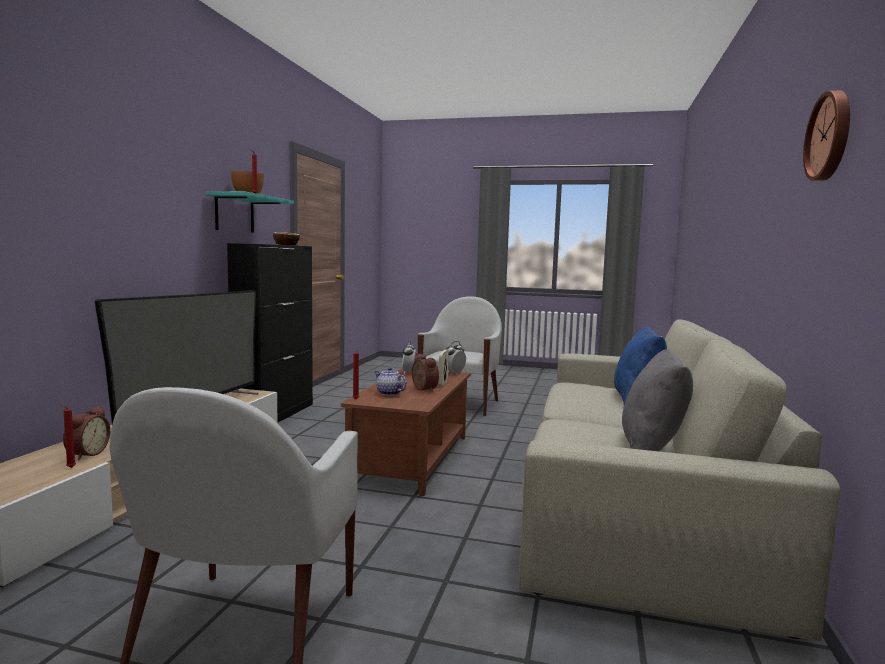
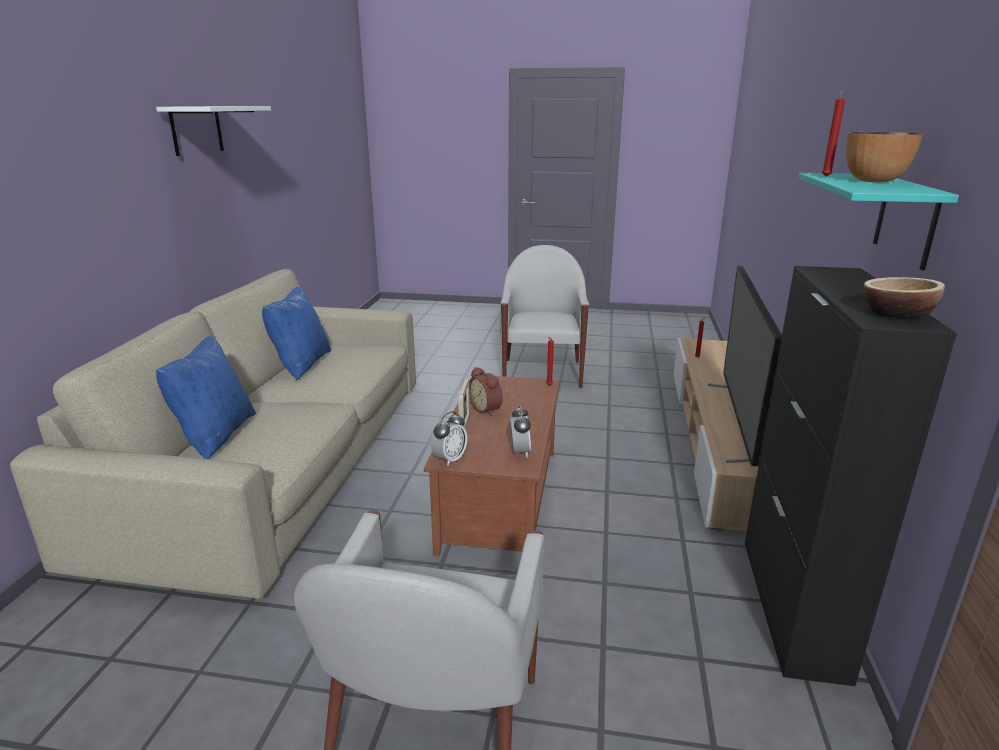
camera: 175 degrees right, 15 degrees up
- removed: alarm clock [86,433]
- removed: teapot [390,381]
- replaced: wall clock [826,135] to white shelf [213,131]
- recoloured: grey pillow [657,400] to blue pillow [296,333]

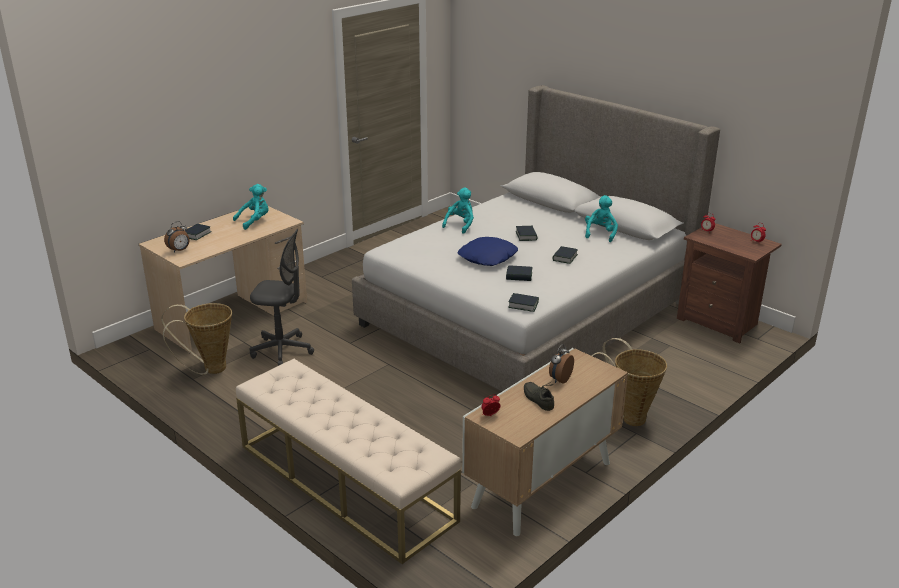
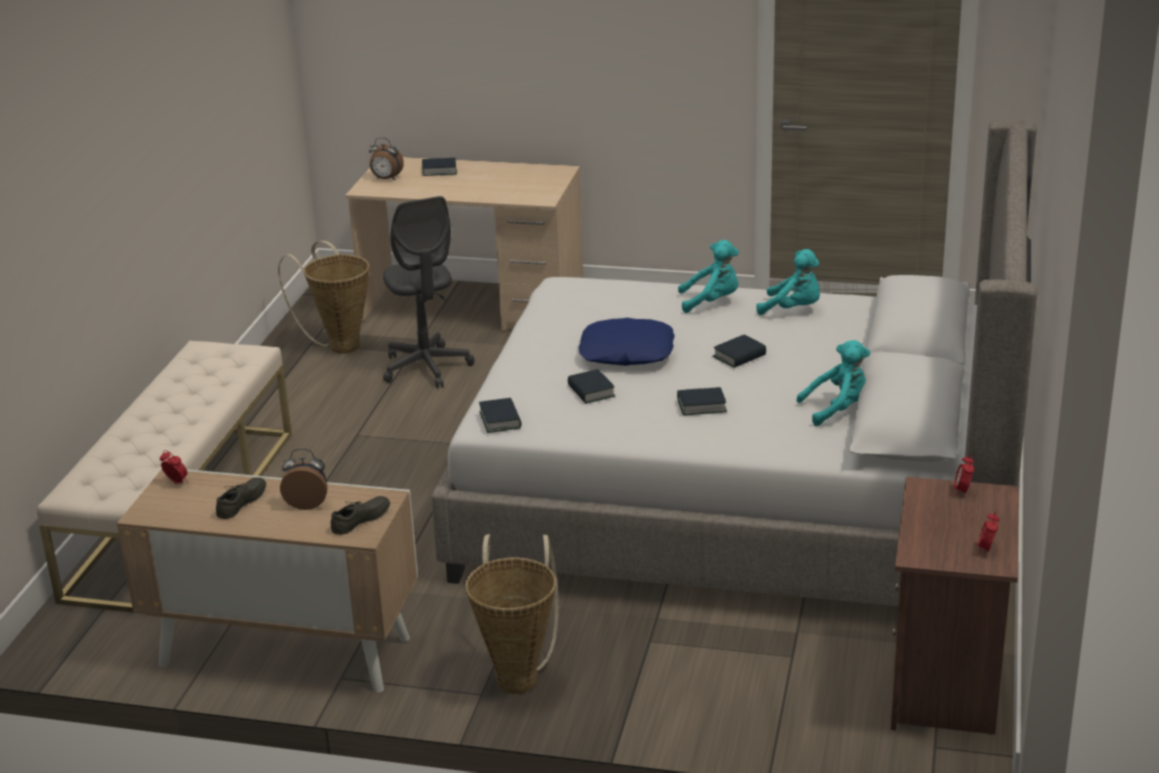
camera: 60 degrees right, 0 degrees up
- added: grey shoe [360,515]
- moved: turquoise plush toy [251,207] to [788,282]

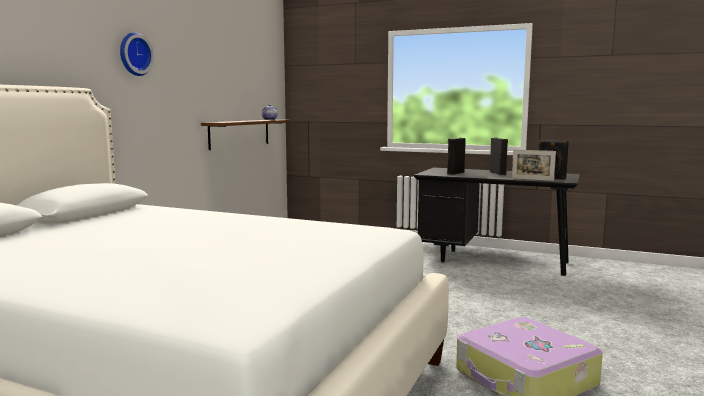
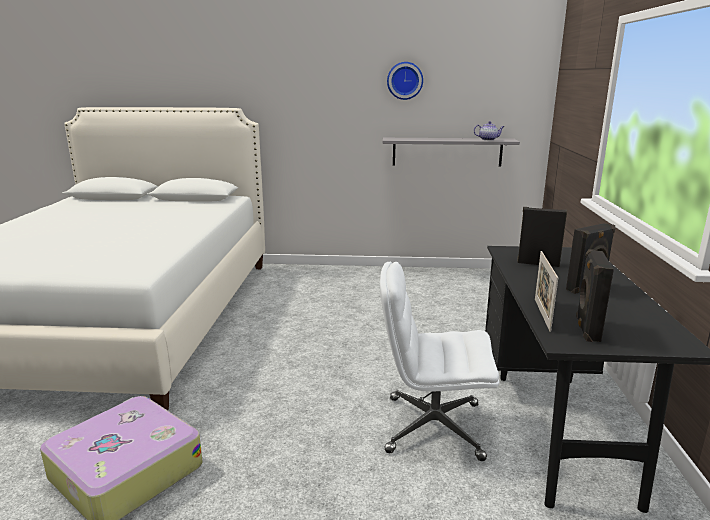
camera: 70 degrees right, 10 degrees up
- added: white office chair [440,361]
- moved: wall clock [137,54] to [405,81]
- recoloured: brown shelf [245,135] to grey shelf [451,152]

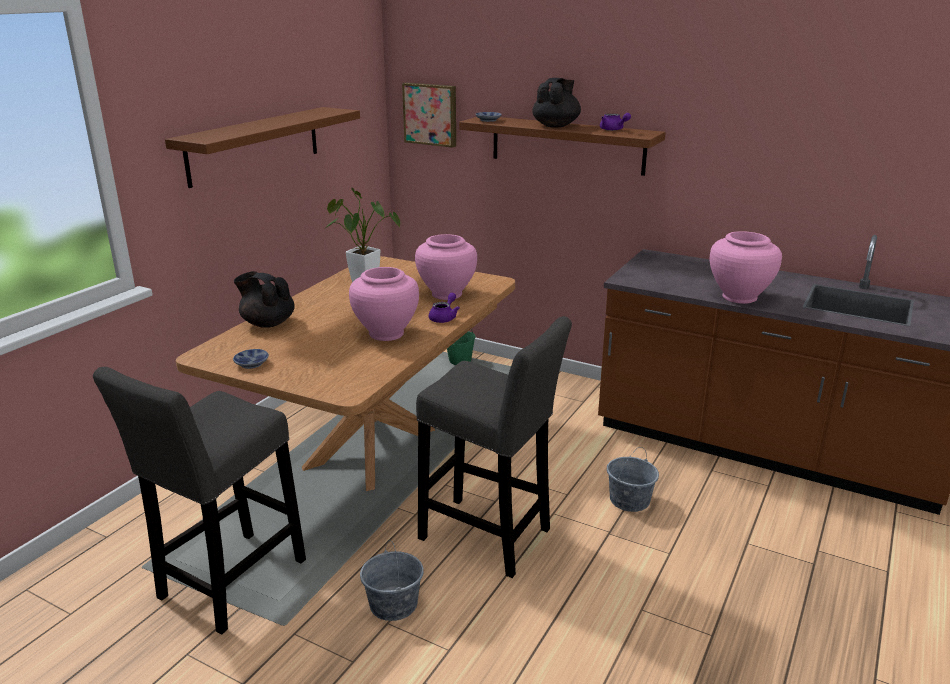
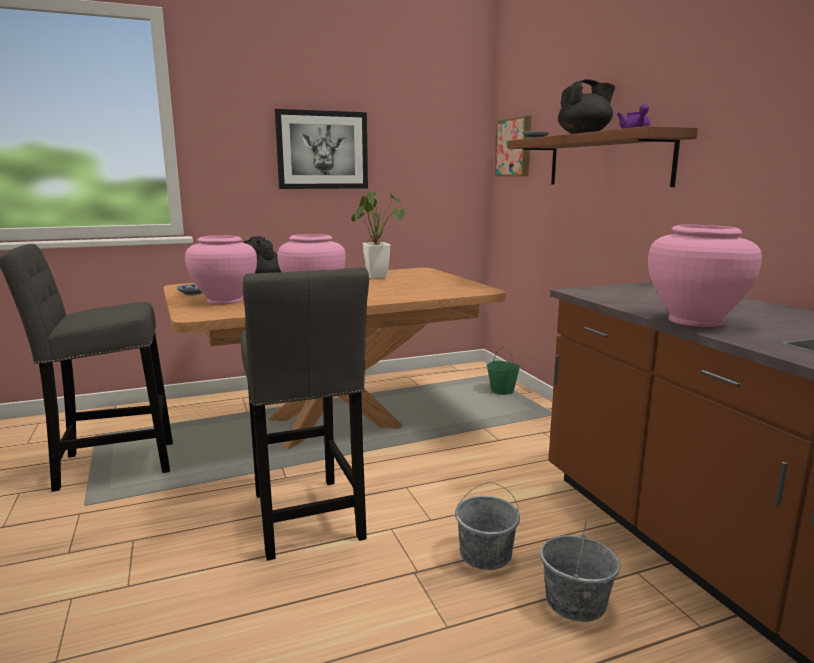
camera: 40 degrees right, 10 degrees down
- removed: purple teapot [444,308]
- moved: grey bucket [392,580] to [580,570]
- moved: pink vase [446,267] to [221,269]
- replaced: brown shelf [262,147] to picture [321,149]

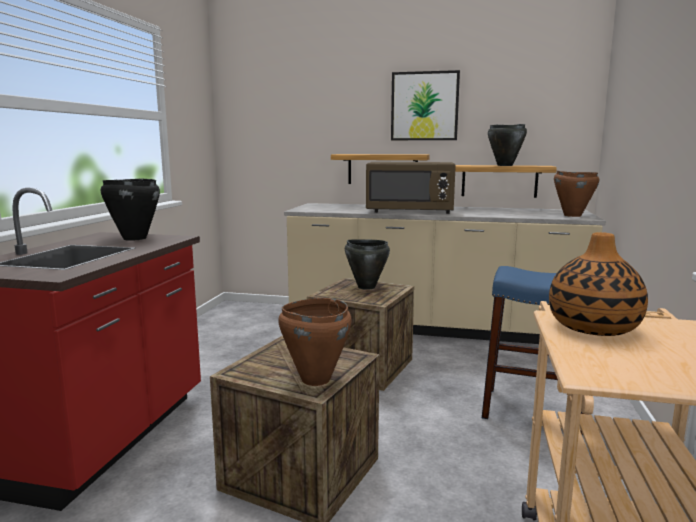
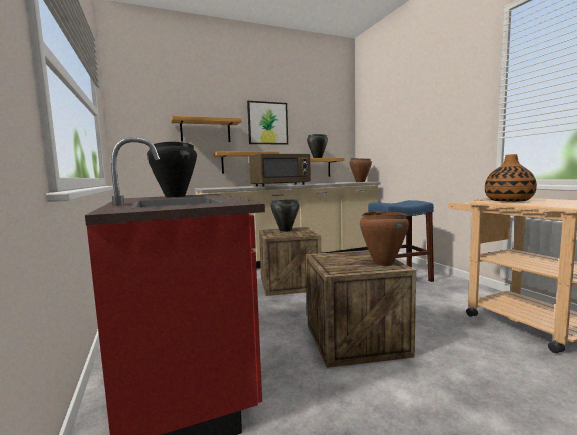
camera: 35 degrees left, 5 degrees down
- added: shelf [206,129]

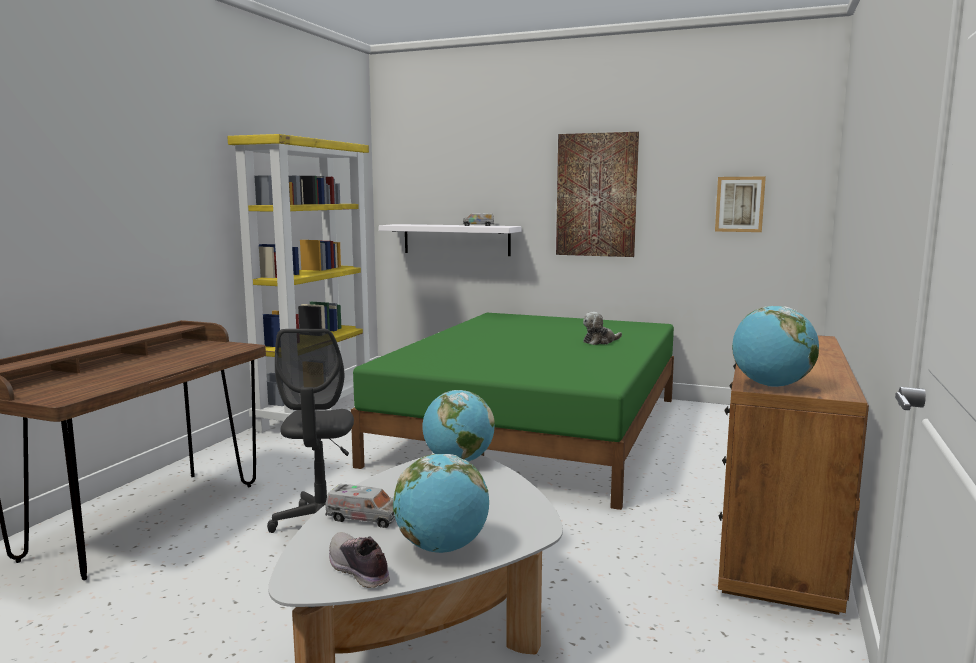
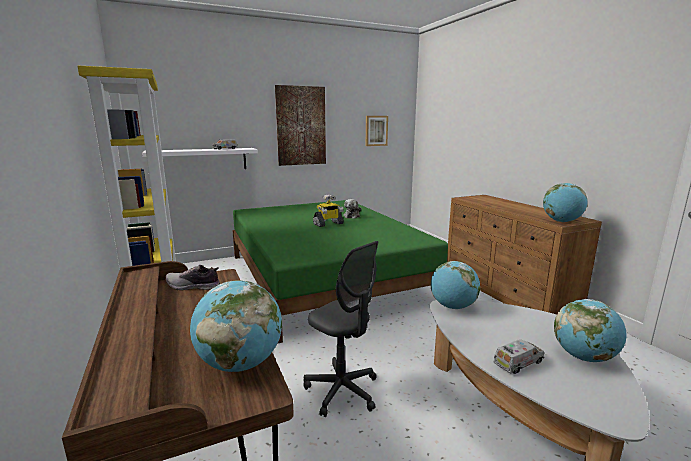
camera: 45 degrees left, 5 degrees up
- added: globe [236,326]
- added: toy robot [328,210]
- moved: shoe [359,560] to [192,277]

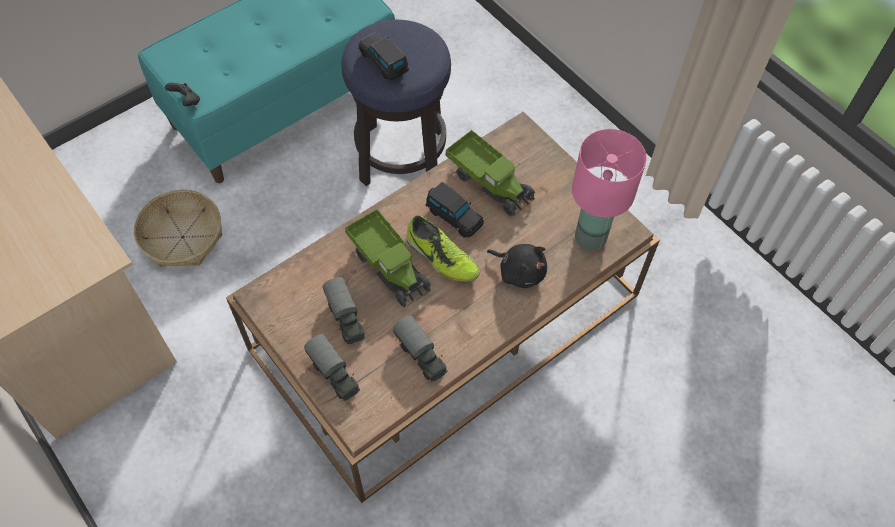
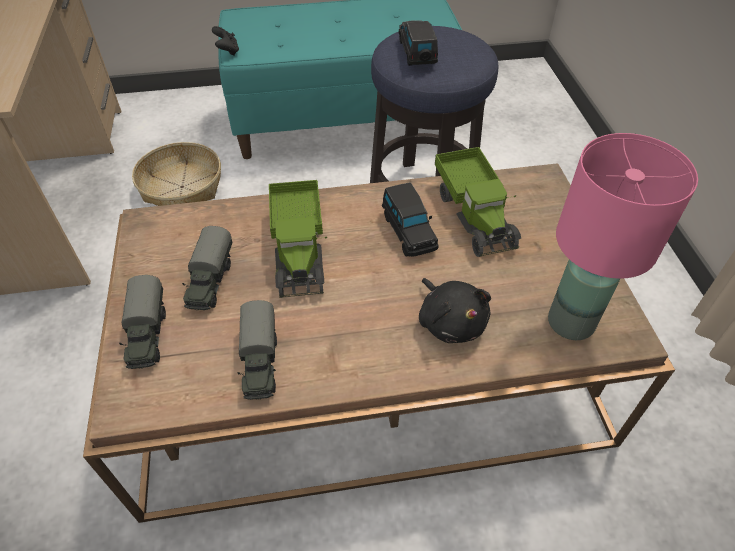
camera: 30 degrees right, 10 degrees down
- removed: shoe [443,249]

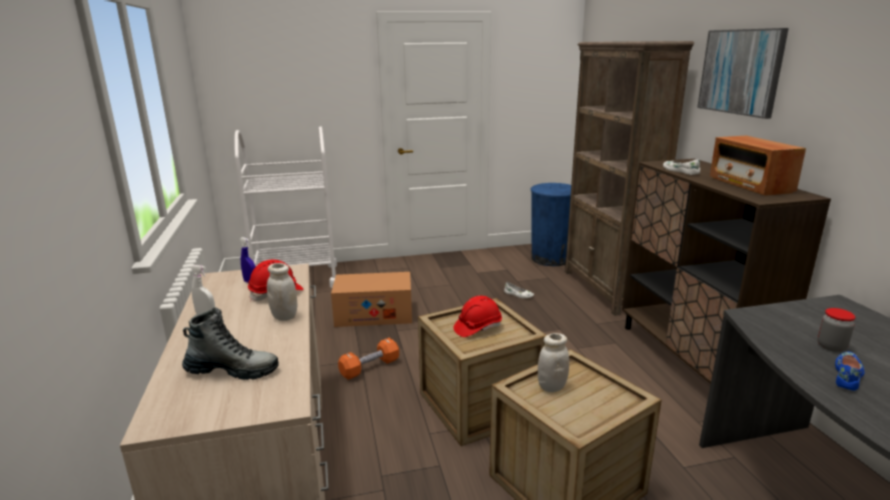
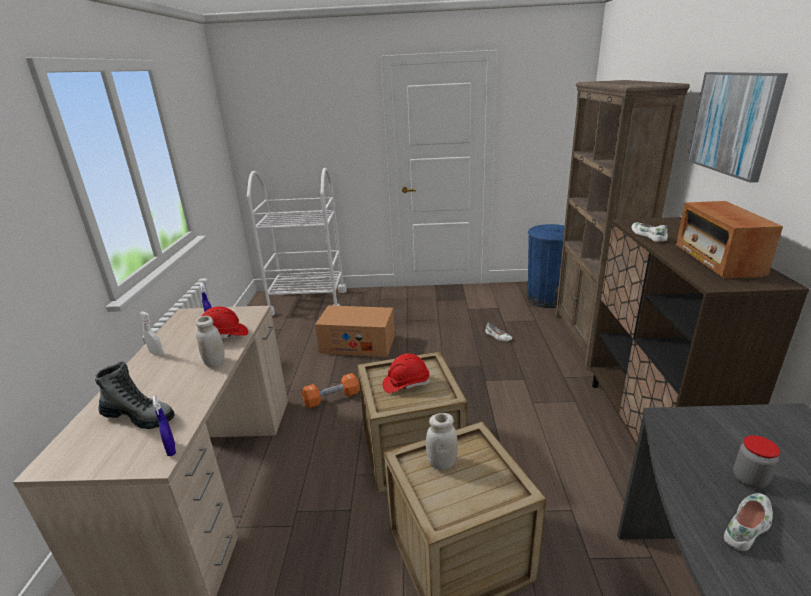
camera: 15 degrees right, 5 degrees up
- added: blue spray bottle [164,426]
- recoloured: blue shoe [850,371] to white shoe [748,522]

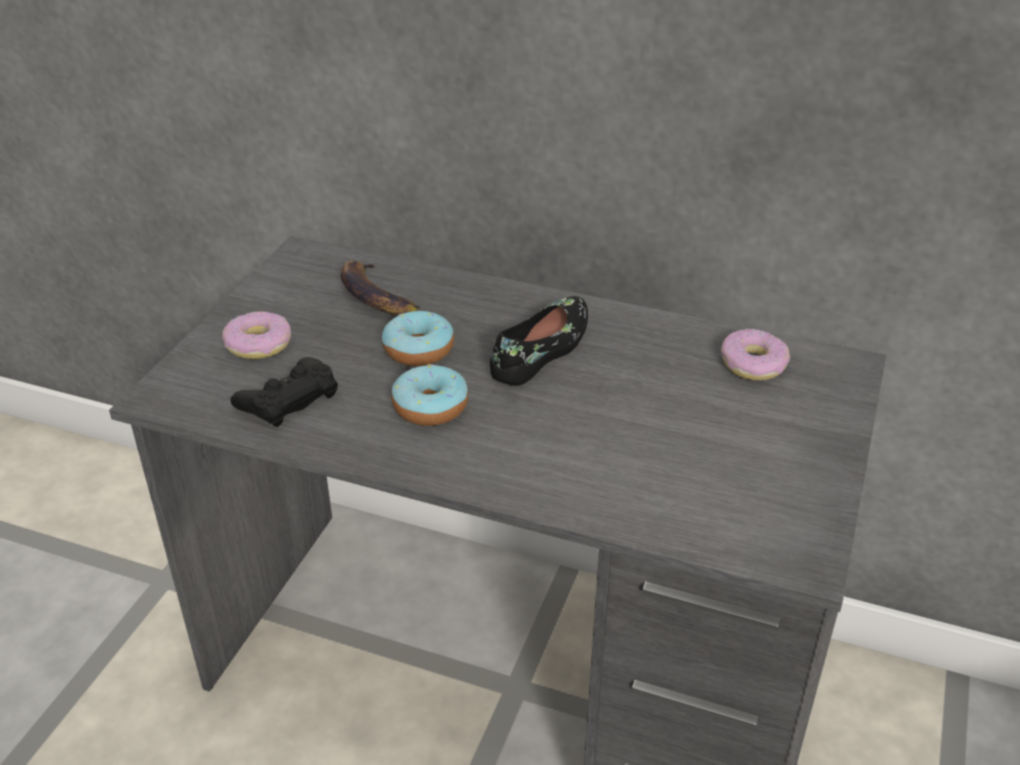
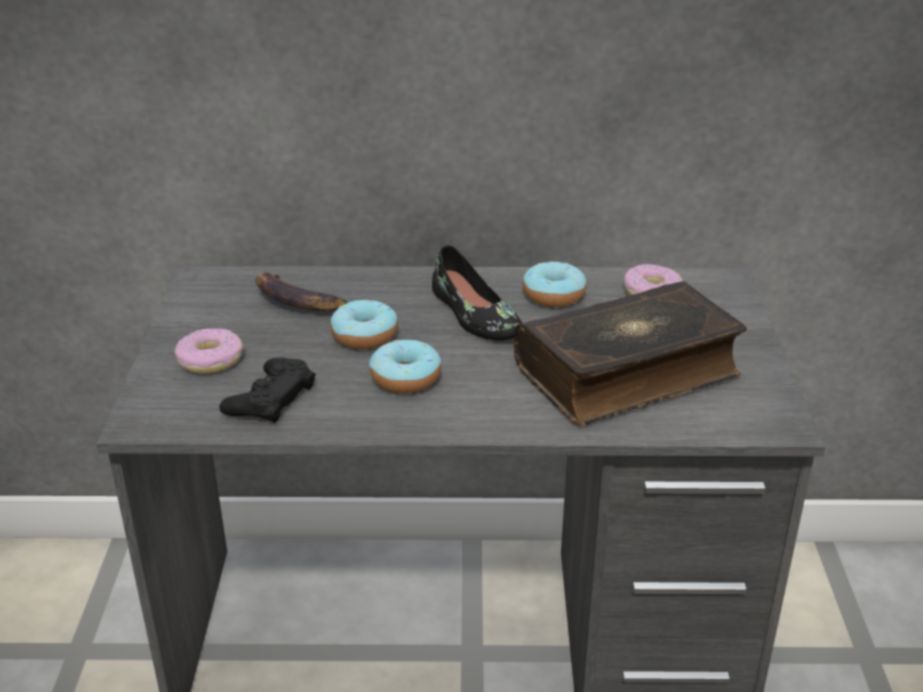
camera: 20 degrees left, 5 degrees down
- added: book [630,353]
- added: donut [554,284]
- turned: black shoe [539,341] = [477,293] 135 degrees clockwise

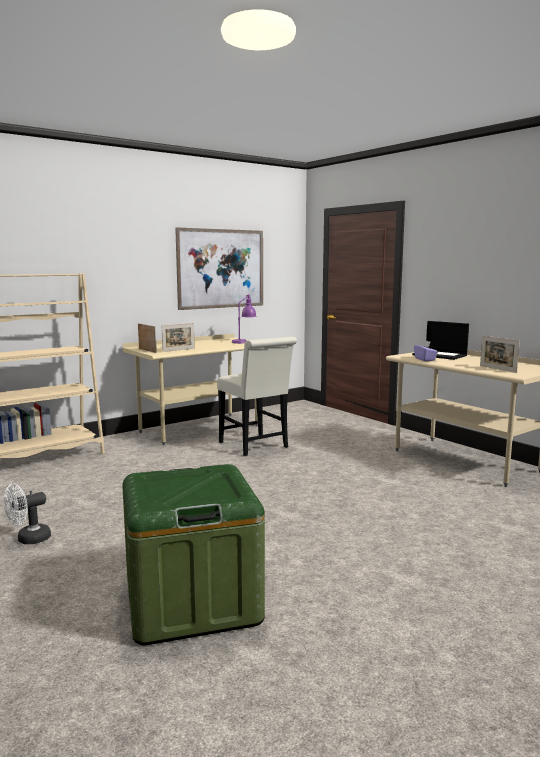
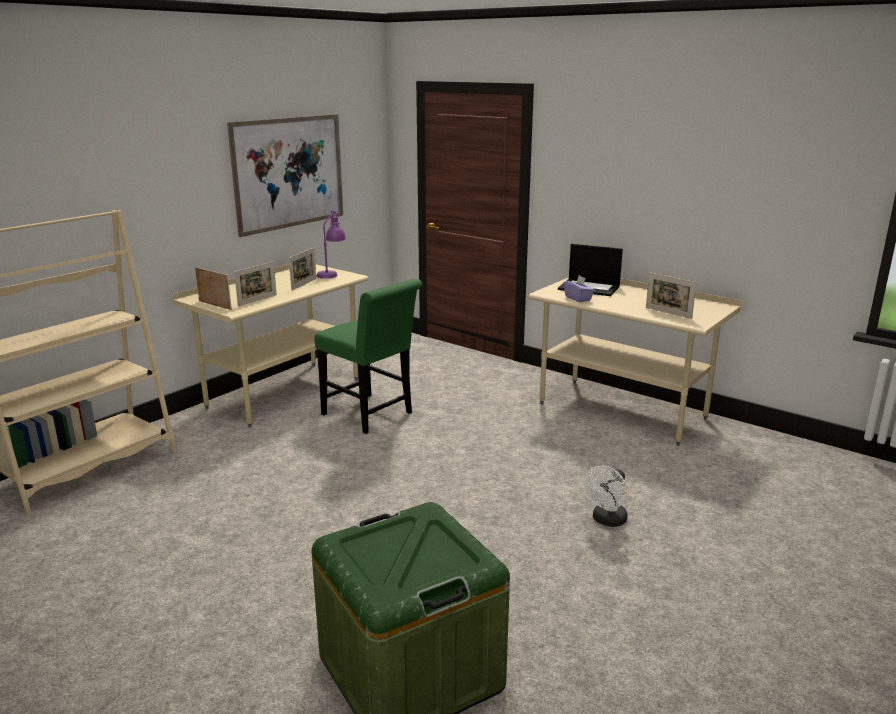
camera: 15 degrees left, 10 degrees up
- added: picture frame [302,269]
- moved: white fan [27,514] to [606,496]
- recoloured: white chair [257,396] to green chair [369,356]

